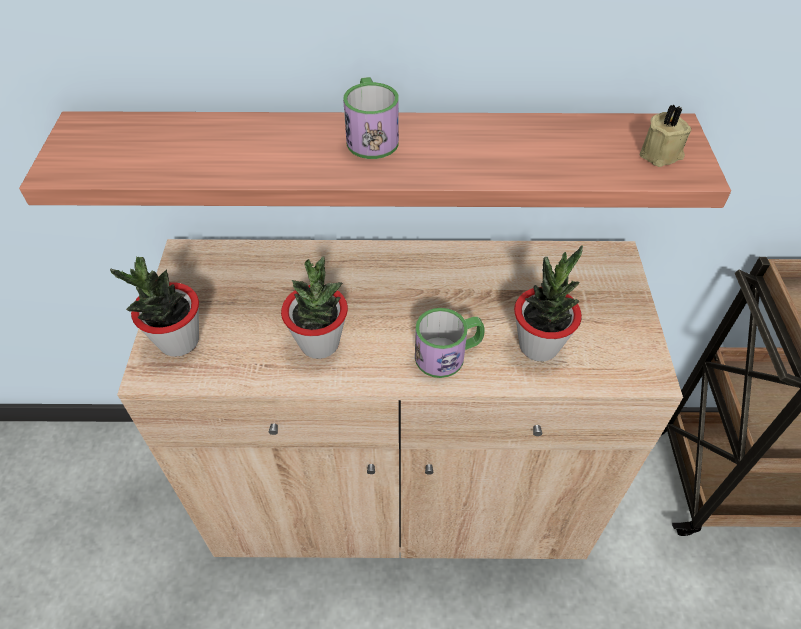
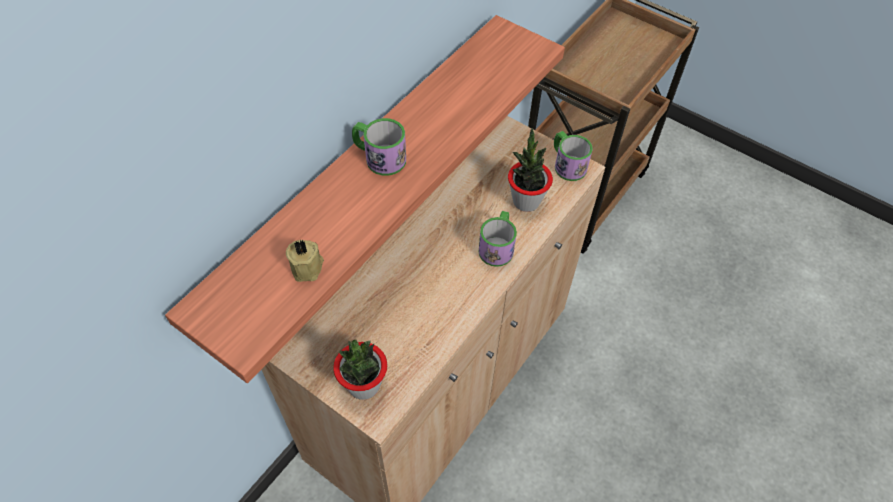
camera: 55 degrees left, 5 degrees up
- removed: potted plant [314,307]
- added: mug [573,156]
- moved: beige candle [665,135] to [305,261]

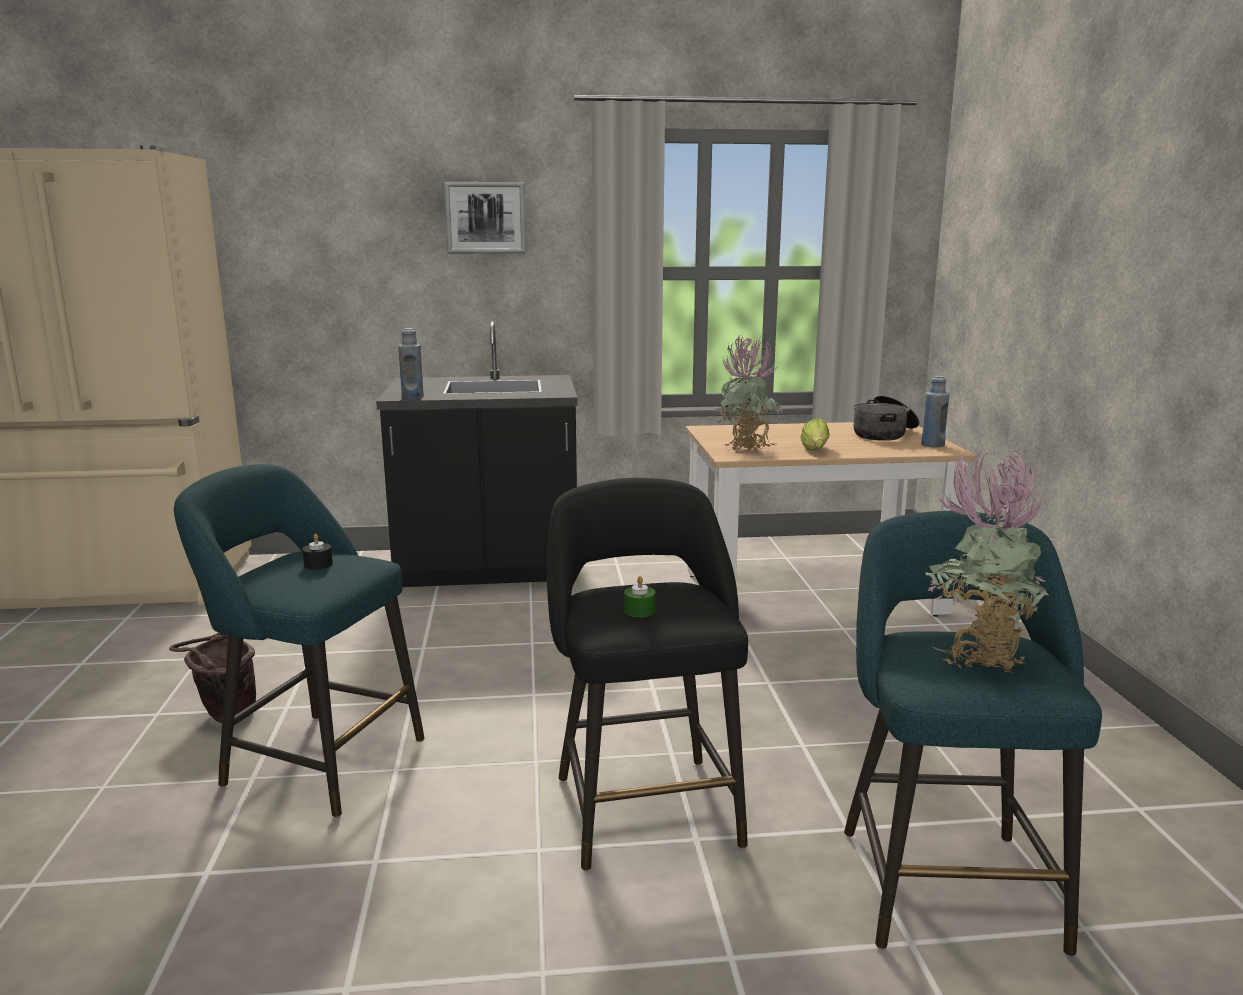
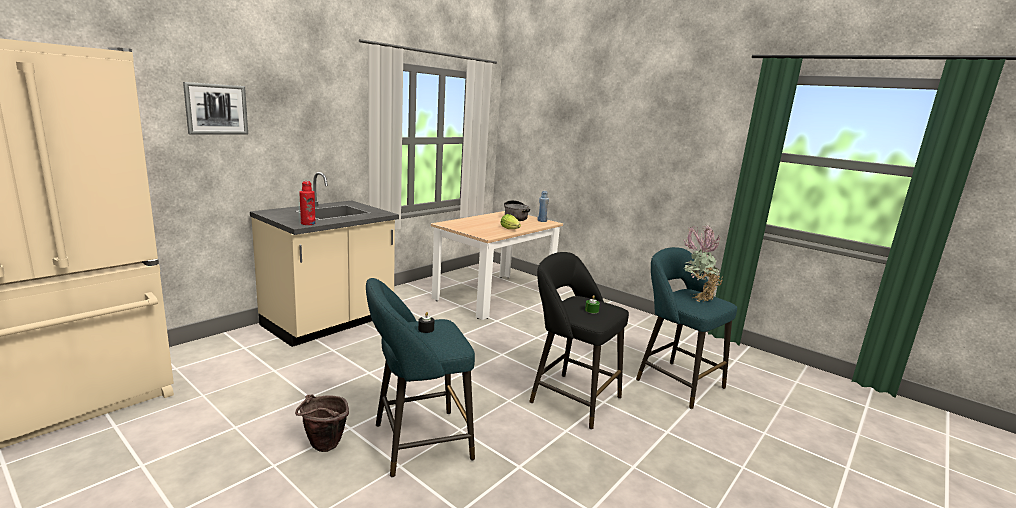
camera: 45 degrees left, 0 degrees up
- removed: potted plant [748,393]
- moved: picture [485,218] to [215,108]
- recoloured: black counter [477,454] to beige counter [324,259]
- recoloured: blue bottle [411,363] to red bottle [307,203]

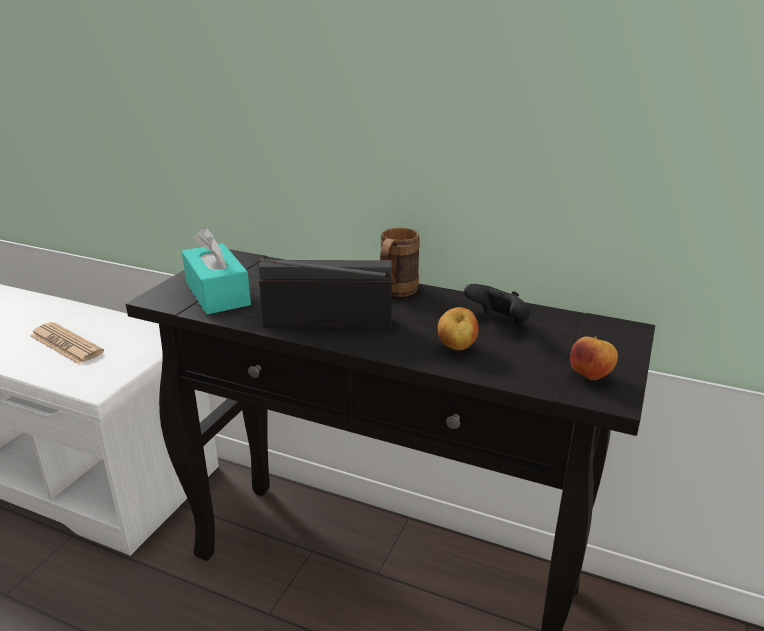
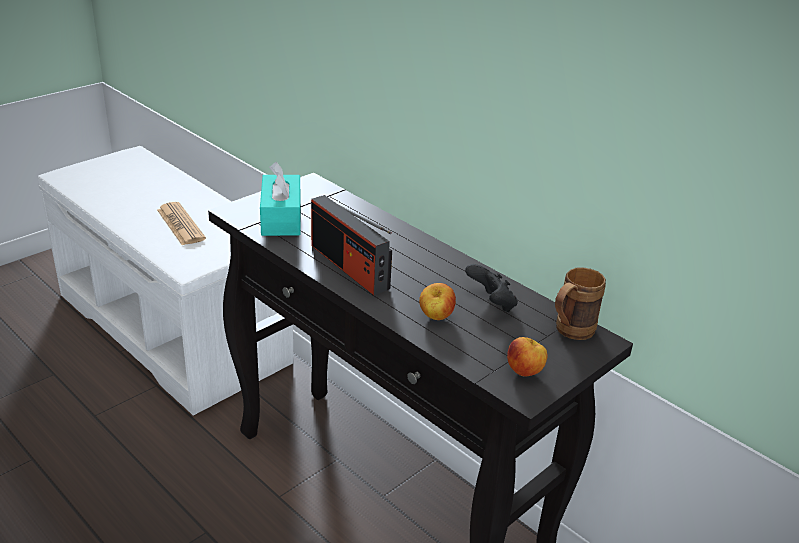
camera: 20 degrees right, 5 degrees up
- moved: brown mug [400,262] to [580,303]
- turned: radio [325,293] = [351,245] 150 degrees counterclockwise

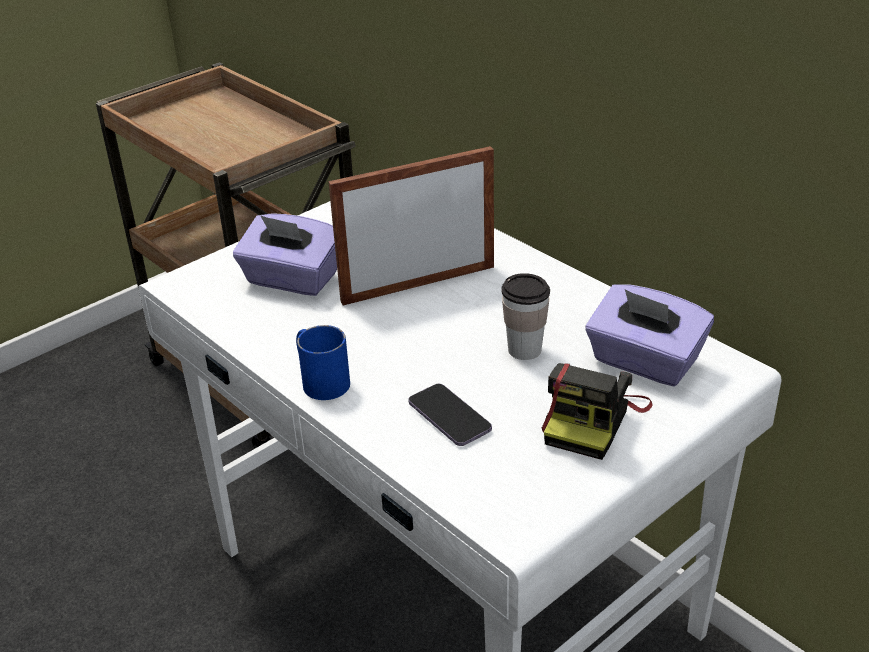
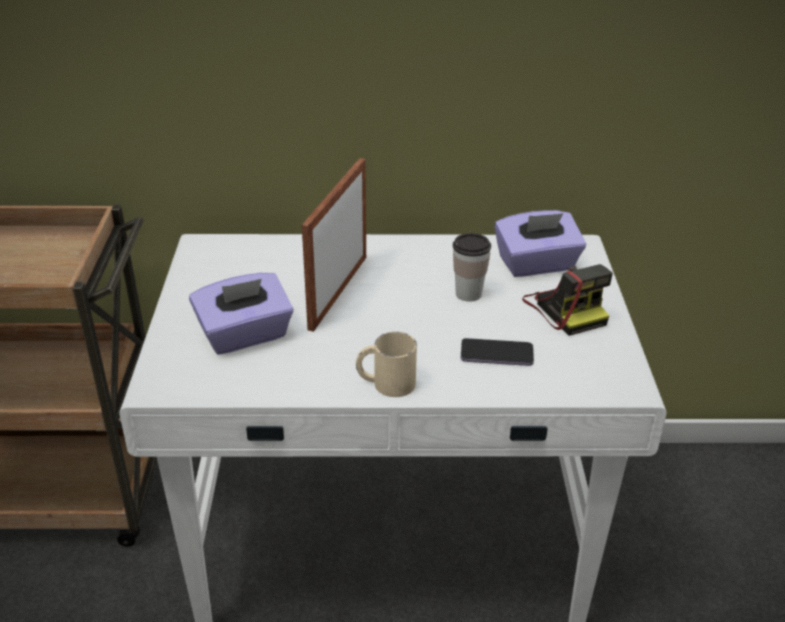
camera: 50 degrees left, 0 degrees up
- recoloured: blue mug [323,362] to beige mug [386,364]

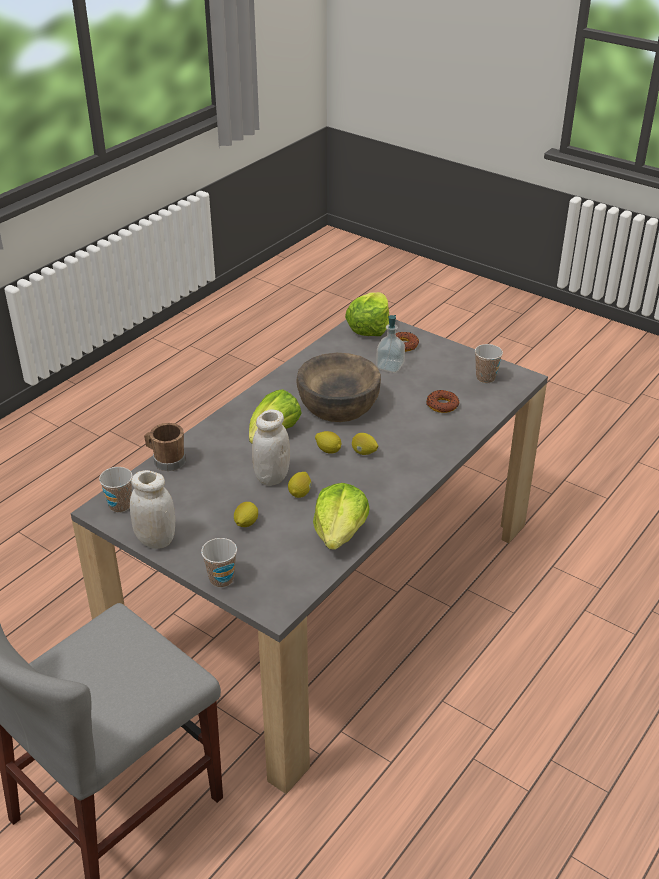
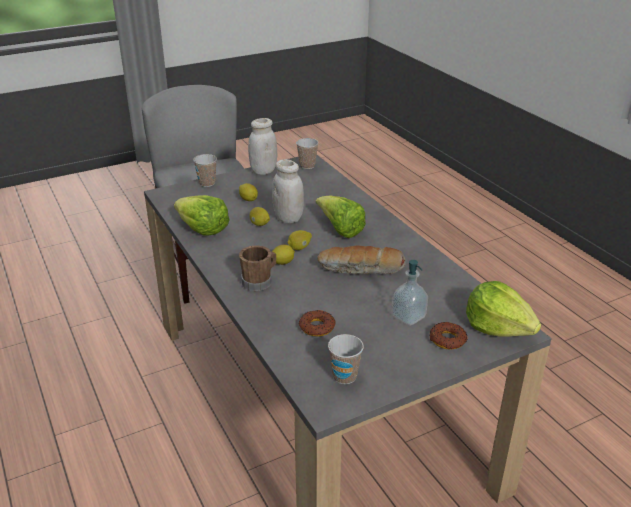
camera: 115 degrees right, 5 degrees down
- moved: brown mug [165,447] to [257,268]
- replaced: brown bowl [338,387] to bread [361,259]

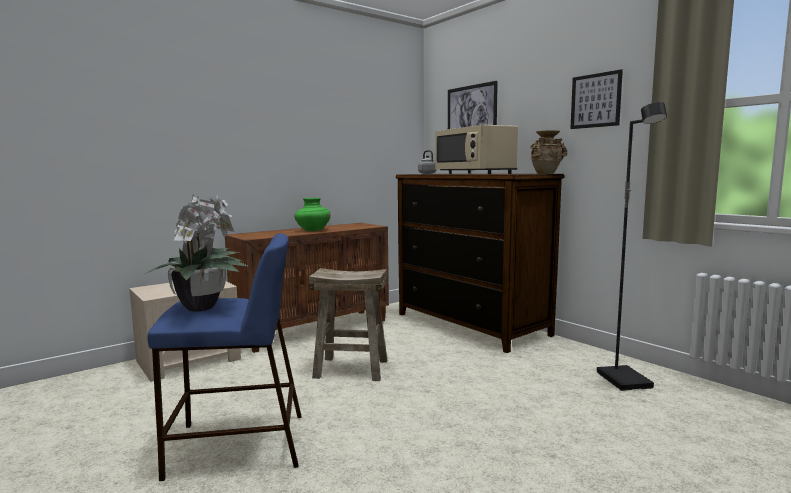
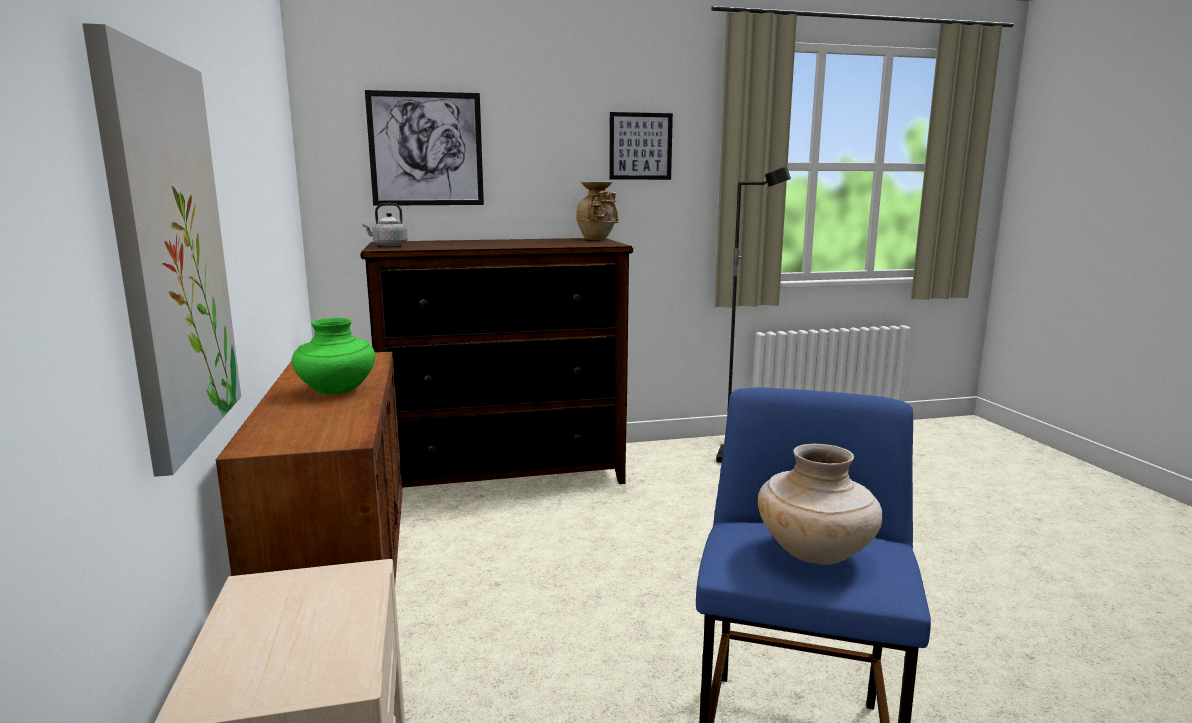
camera: 65 degrees left, 5 degrees up
- removed: beige stool [348,324]
- removed: beige microwave [476,149]
- added: picture [161,250]
- replaced: potted plant [196,253] to beige vase [820,504]

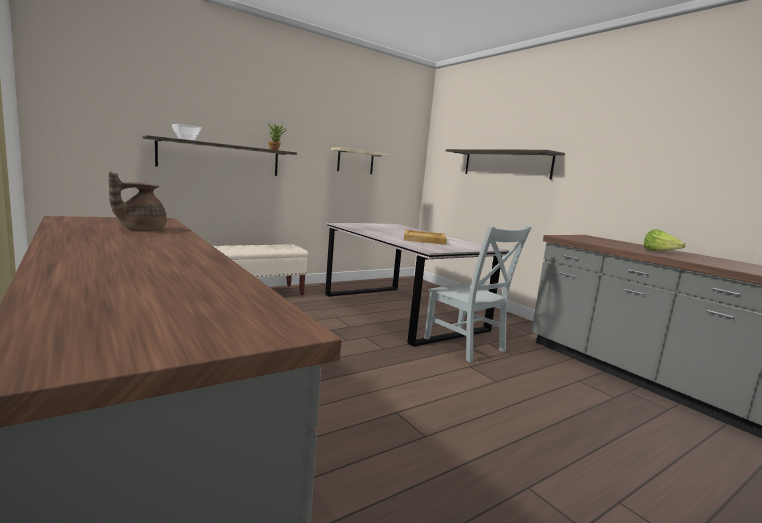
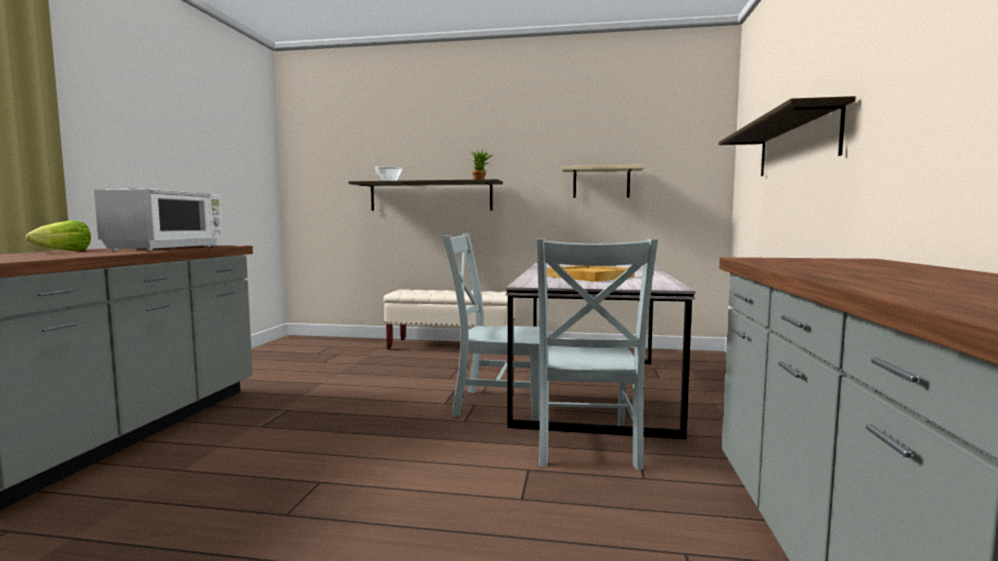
camera: 45 degrees right, 5 degrees down
- added: grey chair [491,327]
- moved: lettuce [665,240] to [58,235]
- replaced: brown teapot [138,200] to white microwave [158,220]

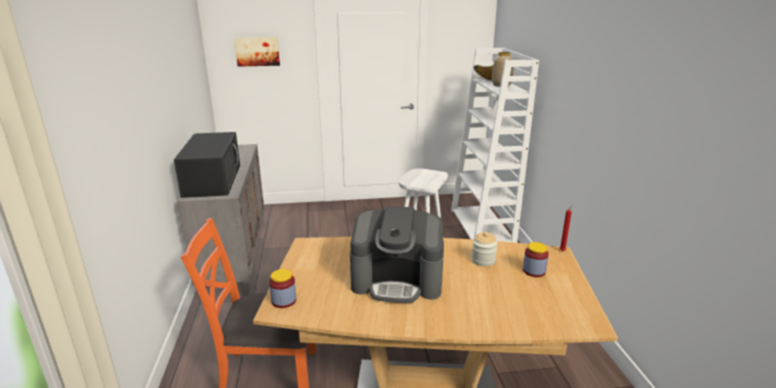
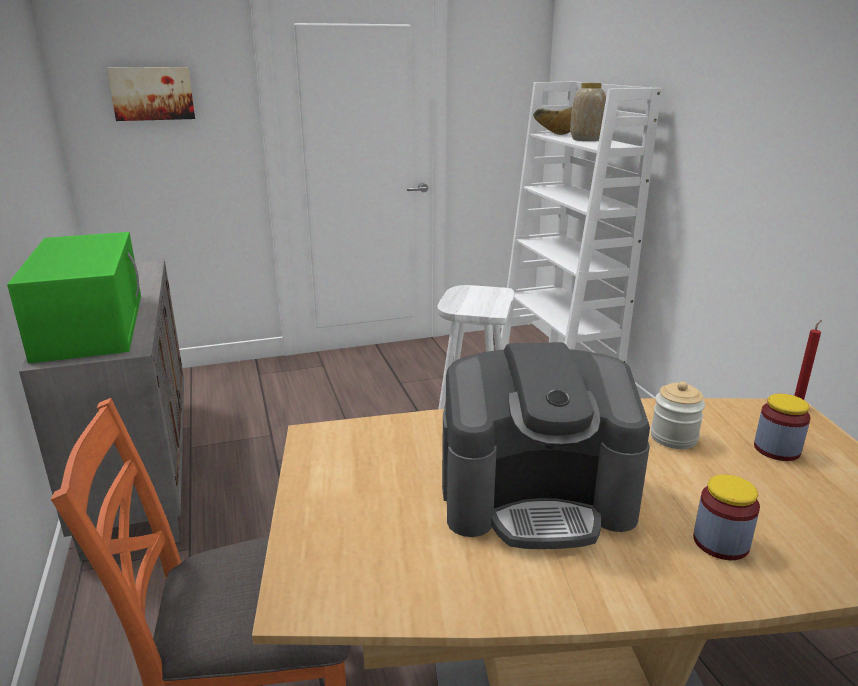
camera: 10 degrees left, 0 degrees up
- moved: jar [282,288] to [726,517]
- recoloured: black microwave [207,165] to green microwave [74,298]

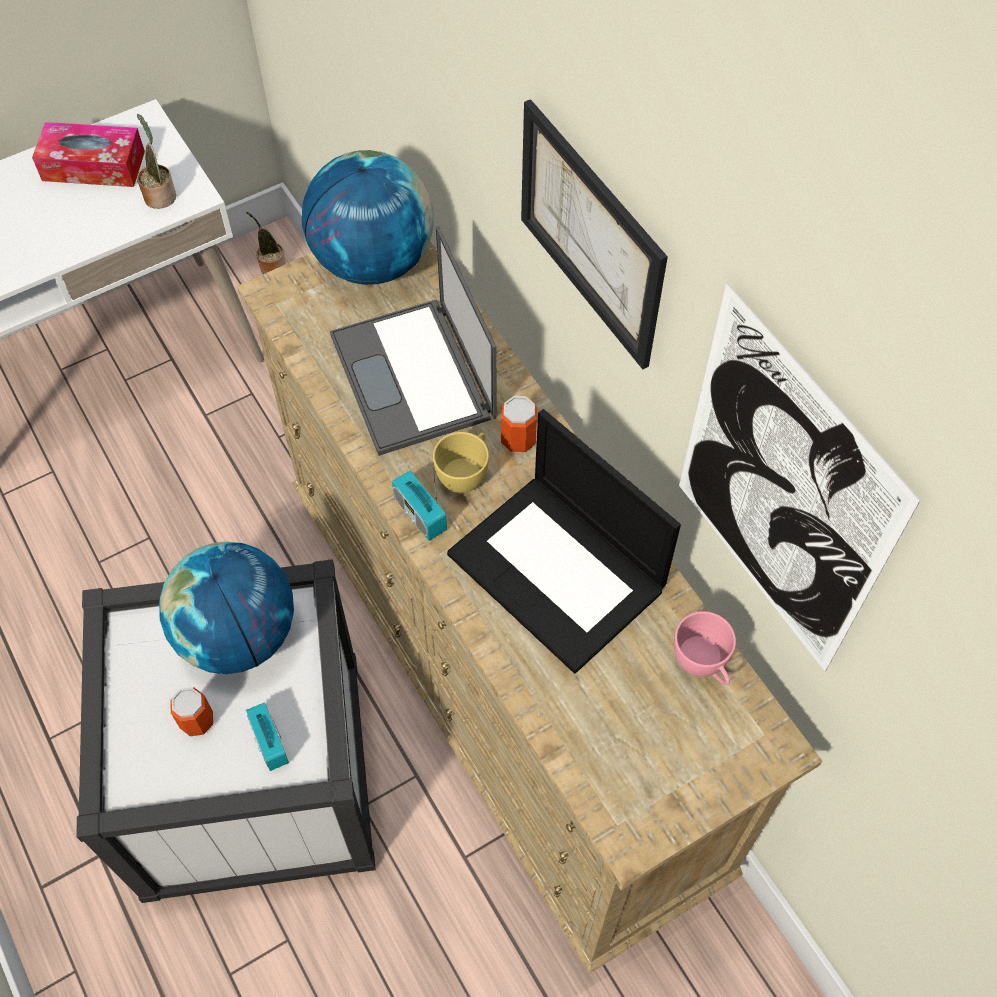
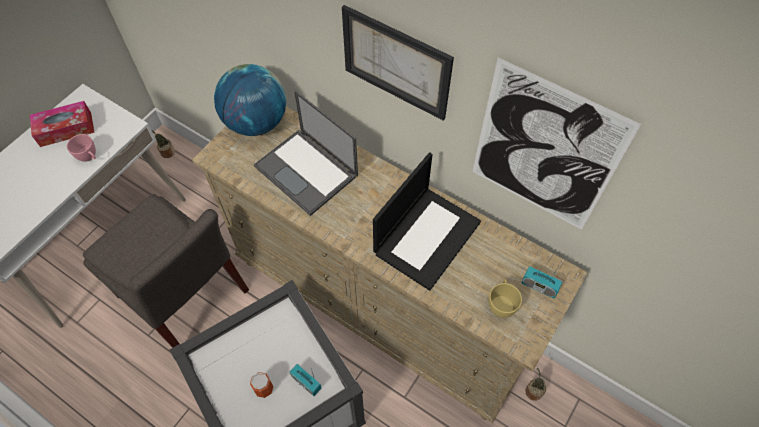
camera: 25 degrees left, 0 degrees up
- removed: globe [226,607]
- removed: can [519,424]
- added: grey chair [166,271]
- moved: potted plant [156,161] to [536,384]
- moved: radio [419,503] to [542,280]
- moved: yellow cup [461,462] to [505,298]
- moved: pink cup [705,648] to [81,148]
- turned: laptop [564,541] = [427,221] 75 degrees counterclockwise

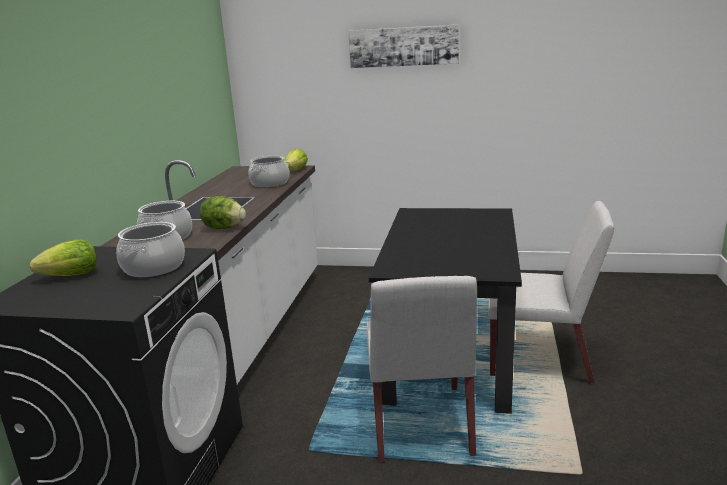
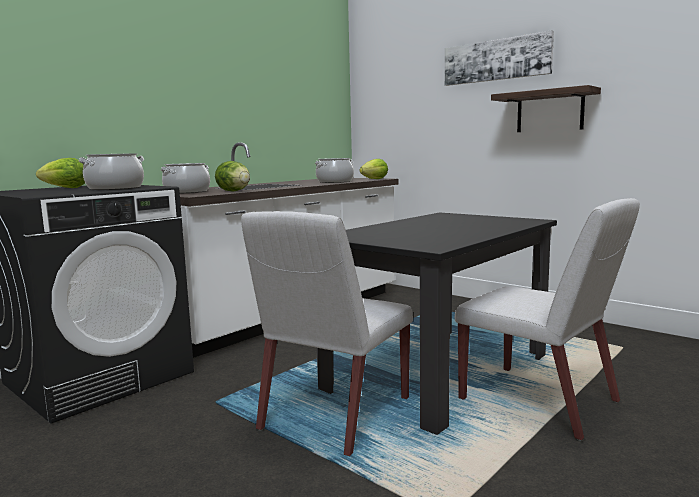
camera: 30 degrees right, 10 degrees down
- added: shelf [546,108]

